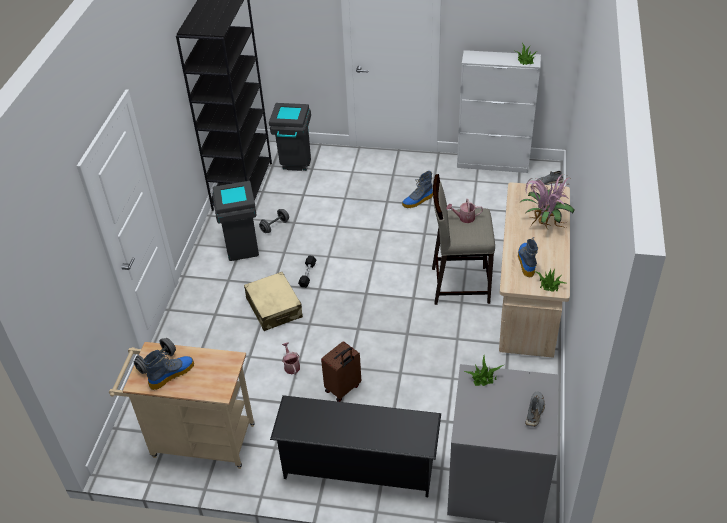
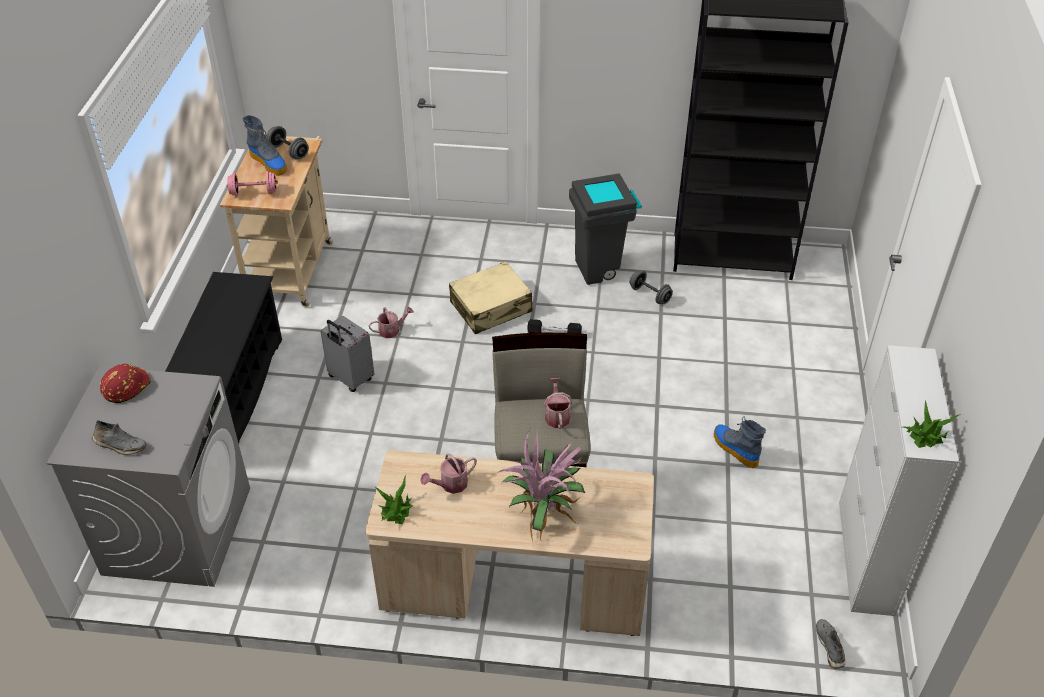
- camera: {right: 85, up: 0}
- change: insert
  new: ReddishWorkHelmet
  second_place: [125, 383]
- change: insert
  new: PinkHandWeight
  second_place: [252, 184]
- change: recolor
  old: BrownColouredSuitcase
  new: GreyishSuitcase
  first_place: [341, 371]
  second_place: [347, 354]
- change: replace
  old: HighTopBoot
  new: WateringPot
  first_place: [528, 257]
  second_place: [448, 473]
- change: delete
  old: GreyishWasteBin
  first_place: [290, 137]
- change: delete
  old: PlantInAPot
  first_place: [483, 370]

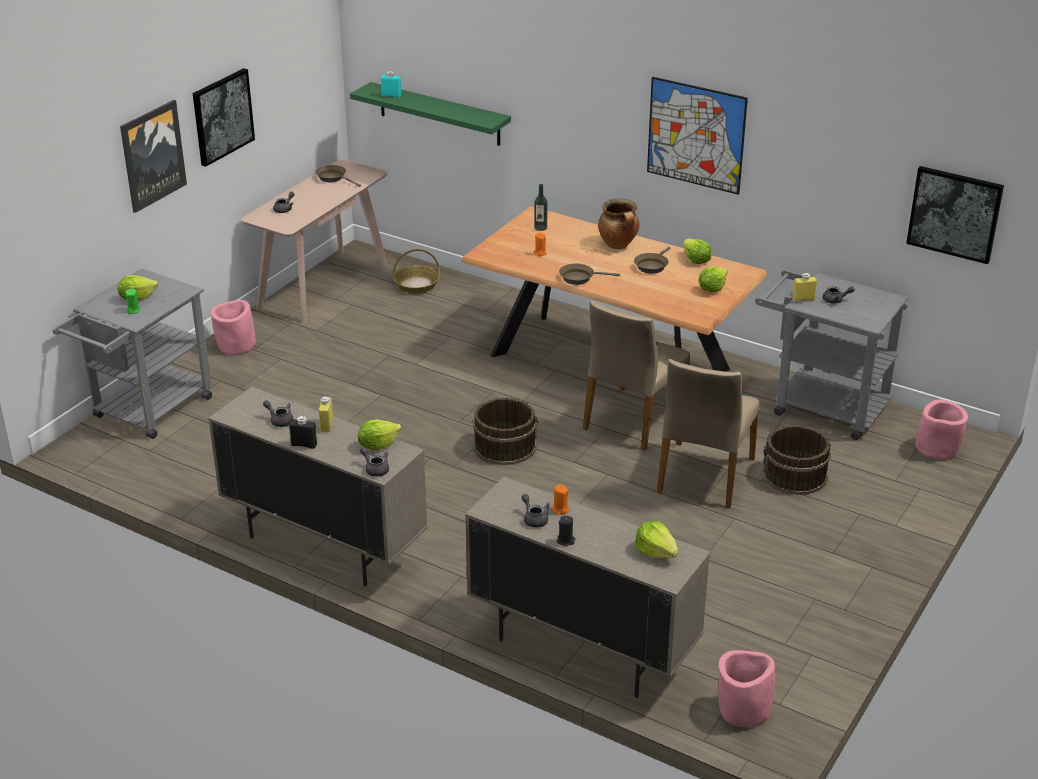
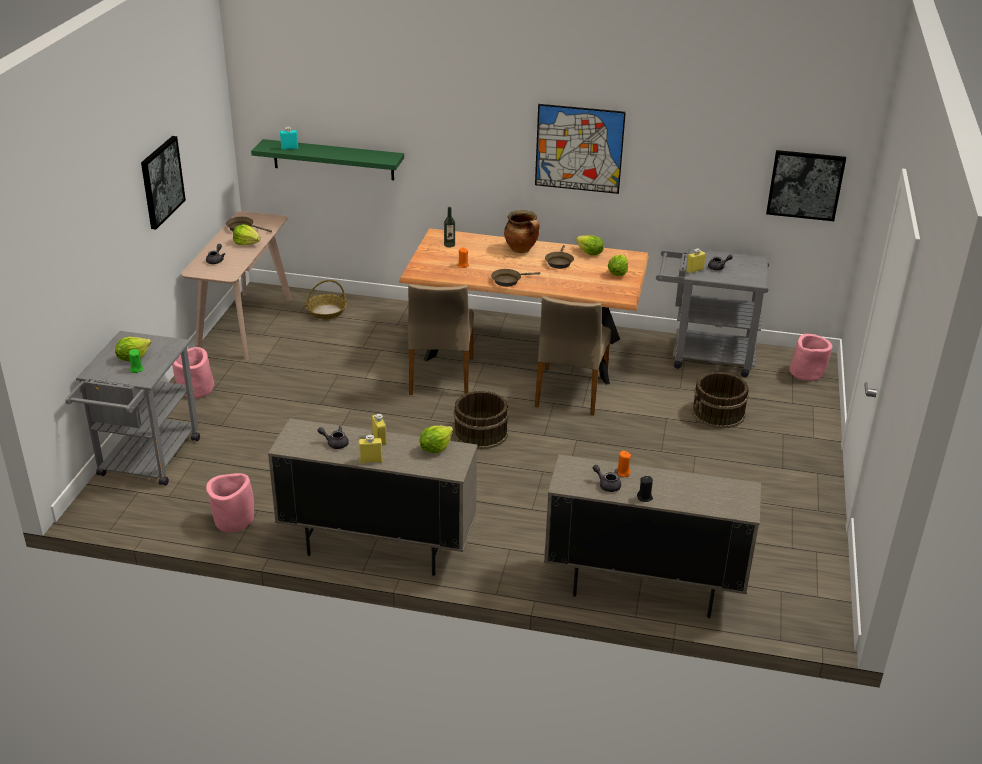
- camera: {right: -20, up: 0}
- change: move
  old: PinkPlantPot
  first_place: [746, 688]
  second_place: [230, 502]
- change: move
  old: Lettuce
  first_place: [657, 539]
  second_place: [247, 234]
- change: recolor
  old: BlackDrinkBottle
  new: YellowDrinkBottle
  first_place: [303, 432]
  second_place: [371, 448]
- change: move
  old: BeigeColouredChair
  first_place: [708, 434]
  second_place: [441, 339]
- change: delete
  old: WallArt
  first_place: [153, 156]
- change: delete
  old: GreyishPotForTea
  first_place: [374, 462]

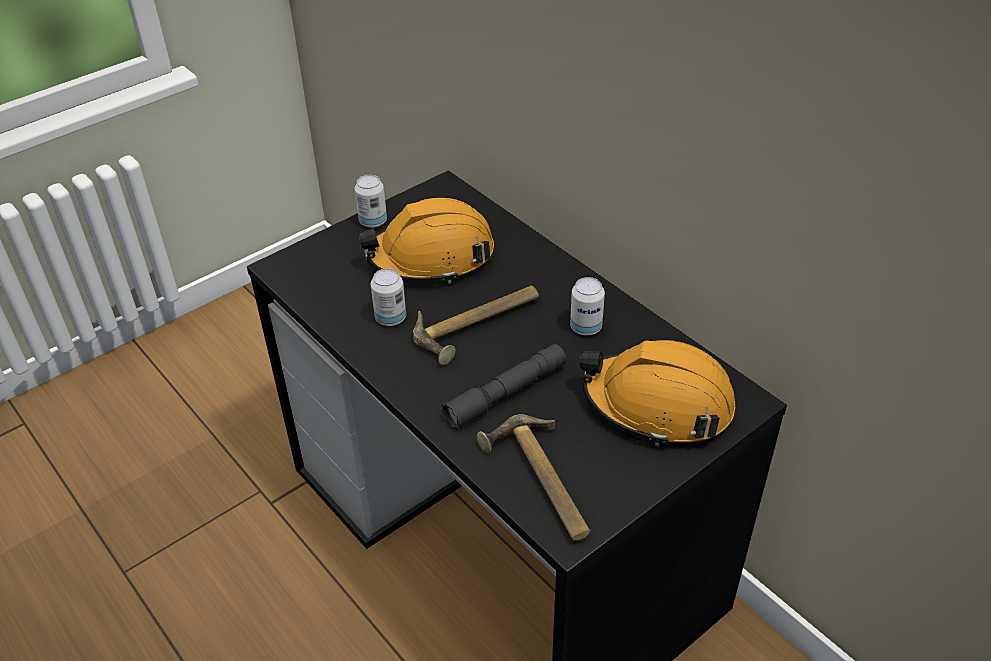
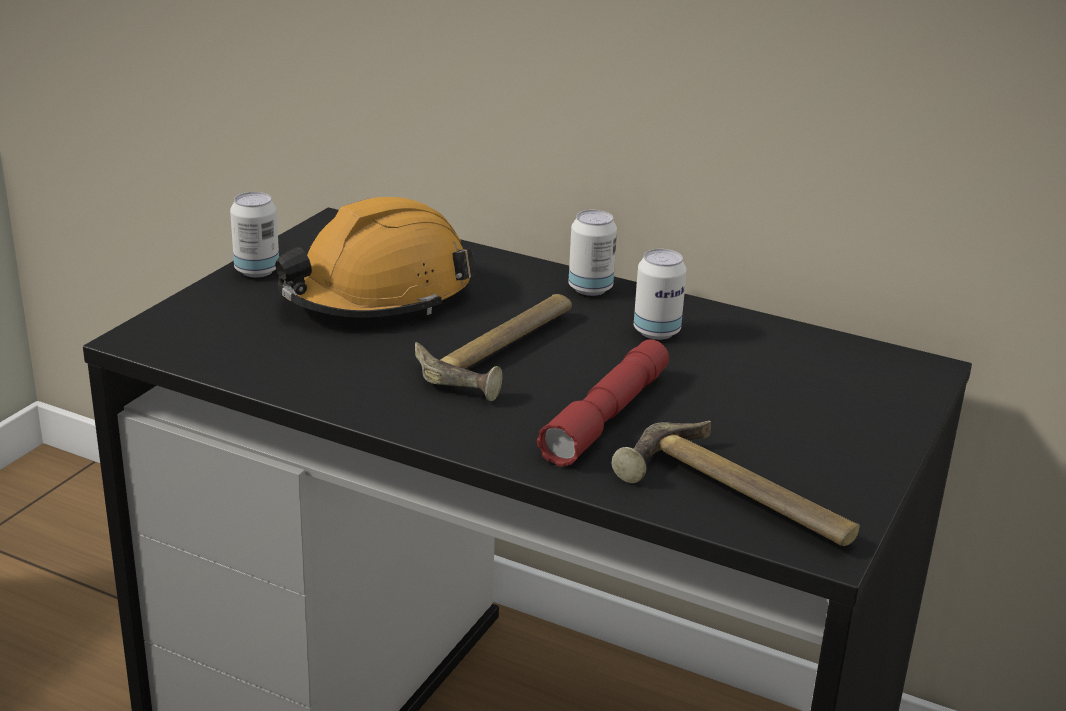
- camera: {right: -25, up: -15}
- change: recolor
  old: GreyishTorch
  new: ReddishTorch
  first_place: [503, 387]
  second_place: [603, 403]
- change: move
  old: MetalCan
  first_place: [388, 297]
  second_place: [592, 253]
- change: delete
  old: OrangeColouredWorkHelmet
  first_place: [657, 393]

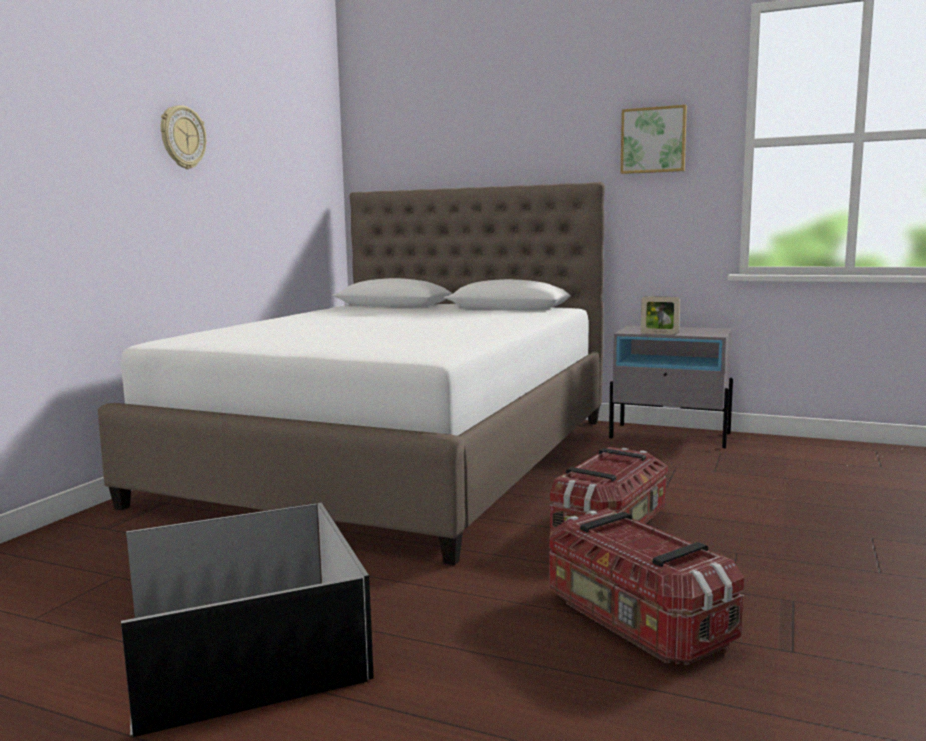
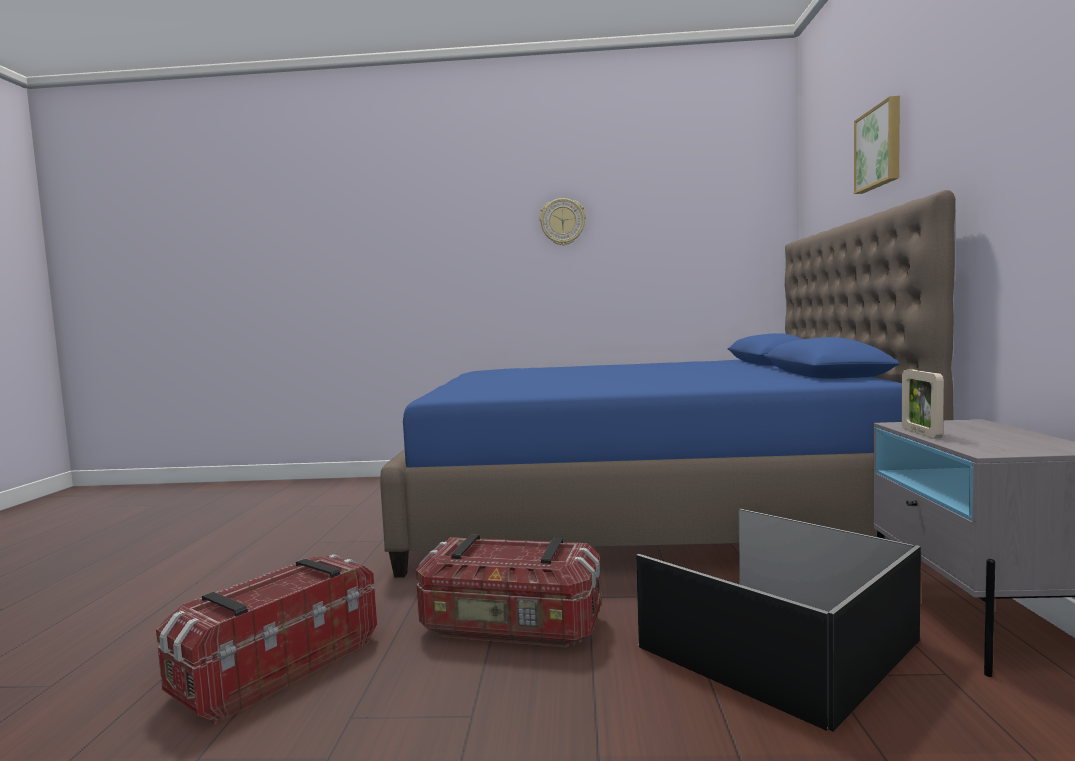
- camera: {right: 70, up: -5}
- change: recolor
  old: WhiteBedroomBed
  new: BlueColouredBedroomBed
  first_place: [351, 373]
  second_place: [667, 383]
- change: move
  old: BlackStorageBox
  first_place: [247, 620]
  second_place: [778, 620]
- change: move
  old: WallArt
  first_place: [654, 139]
  second_place: [877, 145]

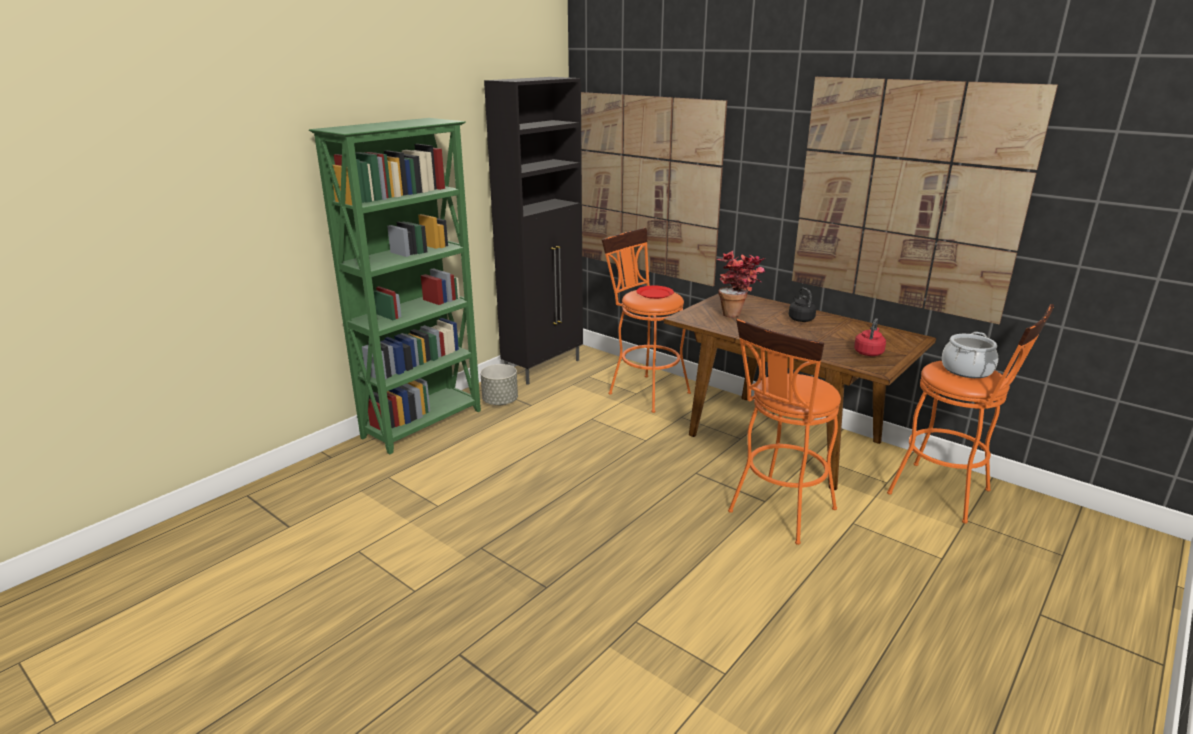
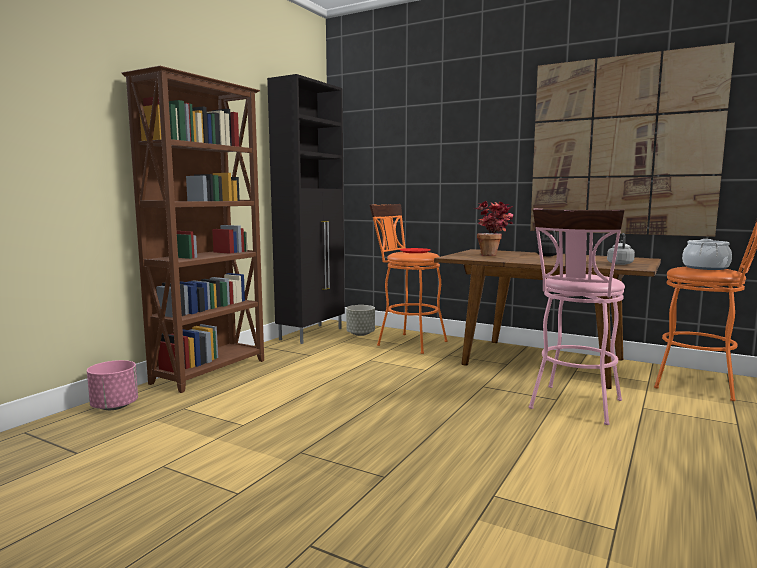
- camera: {right: -10, up: -15}
- change: insert
  new: PinkPlantPot
  second_place: [112, 385]
- change: recolor
  old: GreenishBookshelf
  new: BrownColouredBookshelf
  first_place: [395, 286]
  second_place: [193, 229]
- change: move
  old: GreyishPlantPot
  first_place: [499, 384]
  second_place: [360, 320]
- change: recolor
  old: OrangeColouredSittingStool
  new: PinkSittingStool
  first_place: [784, 432]
  second_place: [577, 316]
- change: recolor
  old: ReddishWaterKettle
  new: GreyishWaterKettle
  first_place: [870, 337]
  second_place: [621, 249]
- change: delete
  old: WallArt
  first_place: [654, 189]

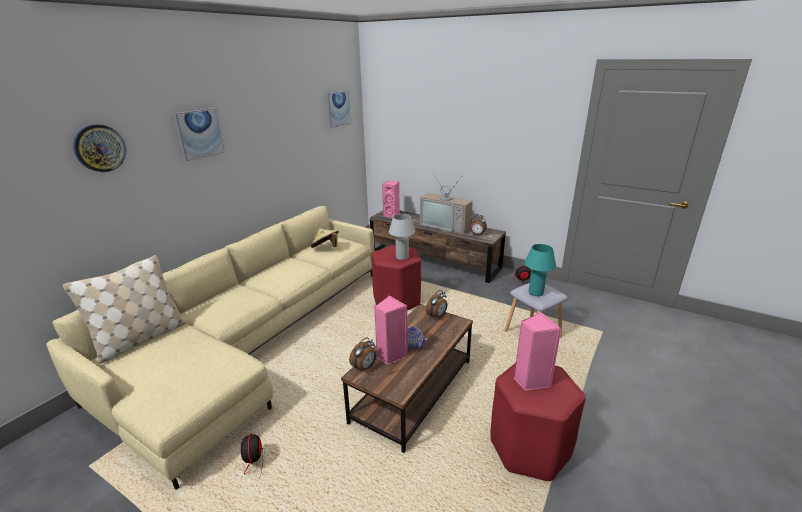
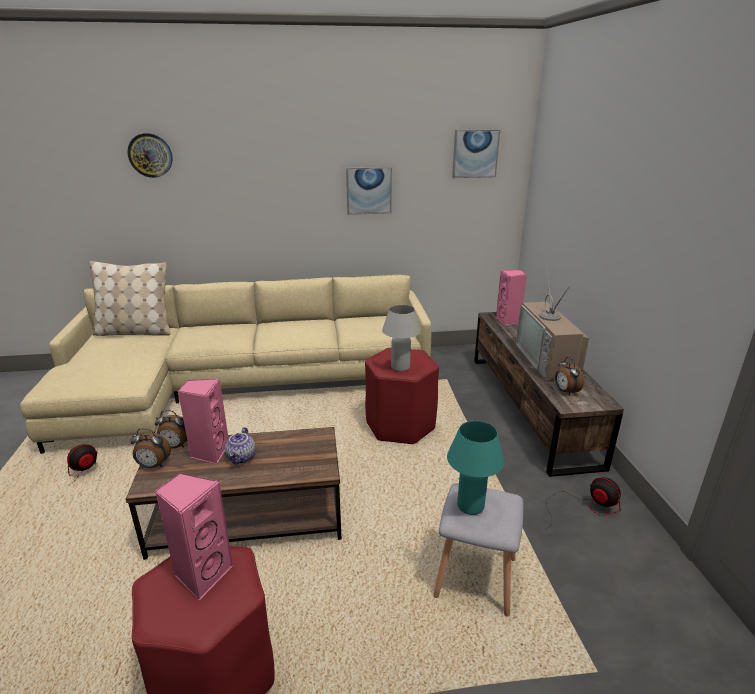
- camera: {right: 50, up: 0}
- change: move
  old: AlarmClock
  first_place: [436, 304]
  second_place: [151, 448]
- change: move
  old: WallArt
  first_place: [199, 134]
  second_place: [369, 191]
- change: delete
  old: BeigeColouredWearableHat
  first_place: [325, 238]

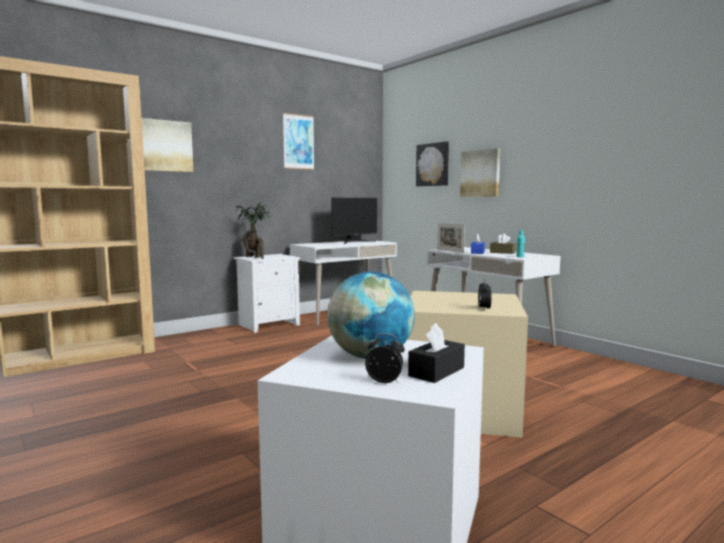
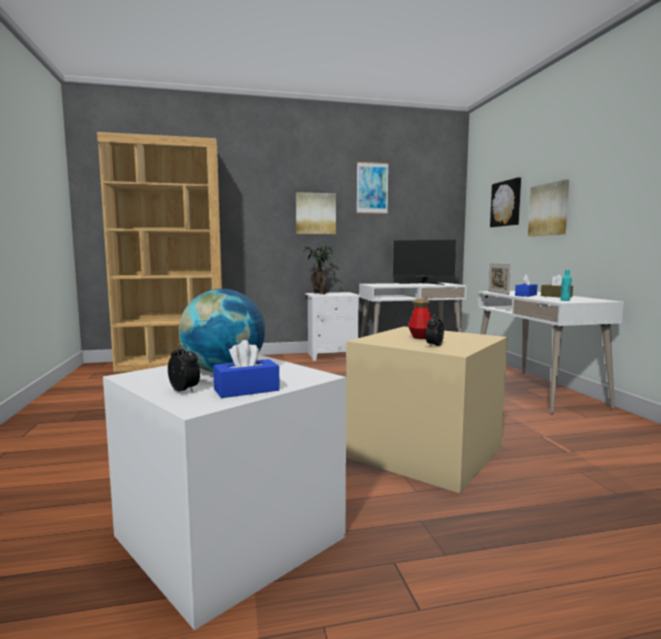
- camera: {right: 25, up: 0}
- change: recolor
  old: BlackTissueBox
  new: BlueColouredTissueBox
  first_place: [436, 353]
  second_place: [246, 369]
- change: move
  old: WallArt
  first_place: [167, 145]
  second_place: [316, 213]
- change: rotate
  old: ComputerScreen
  first_place: [354, 221]
  second_place: [424, 262]
  degrees: 45
- change: insert
  new: DrinkBottle
  second_place: [420, 318]

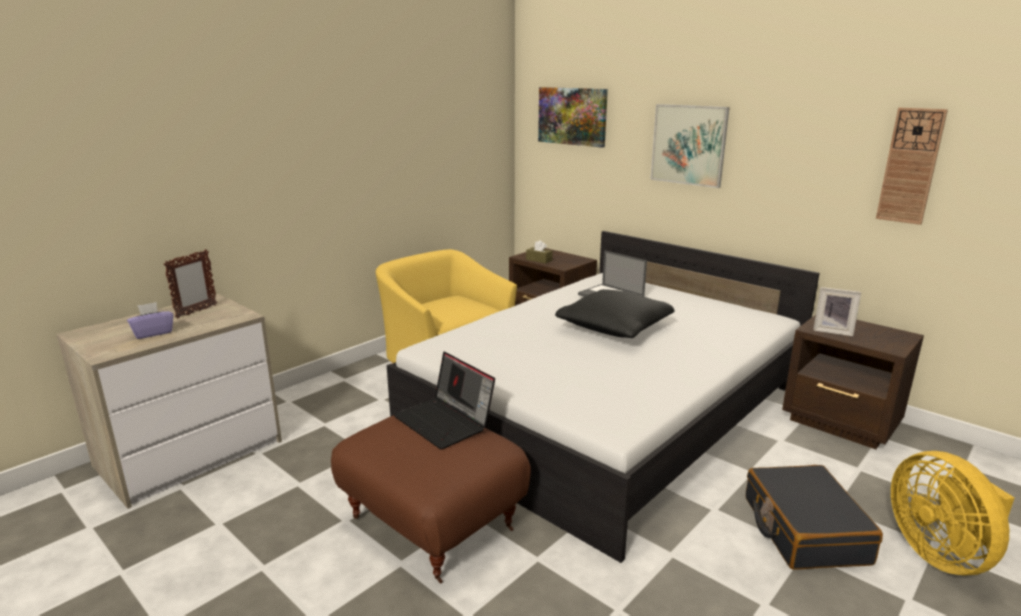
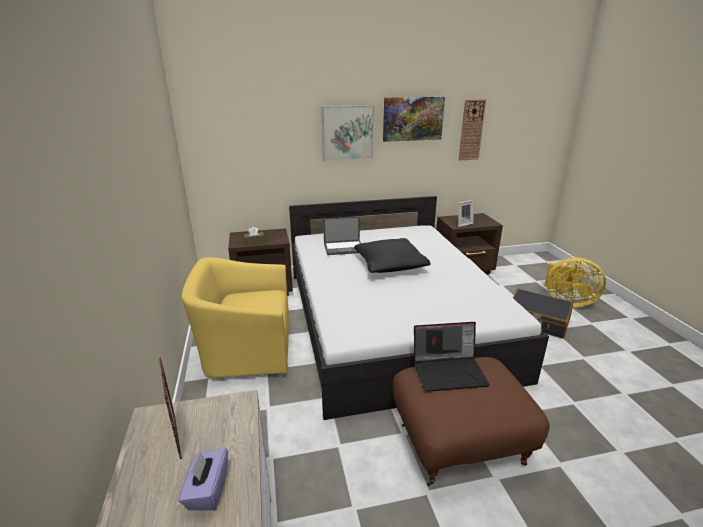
- camera: {right: -55, up: 5}
- change: move
  old: WallArt
  first_place: [573, 117]
  second_place: [414, 119]

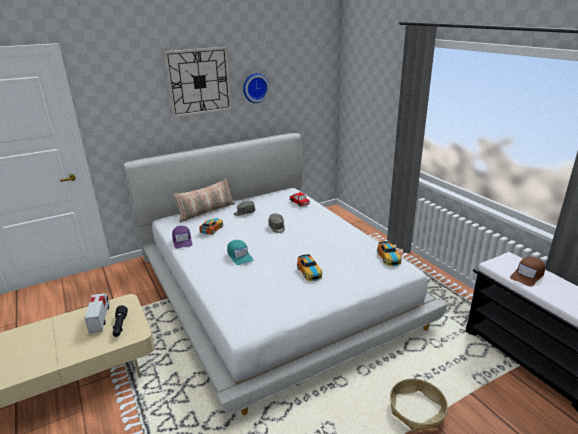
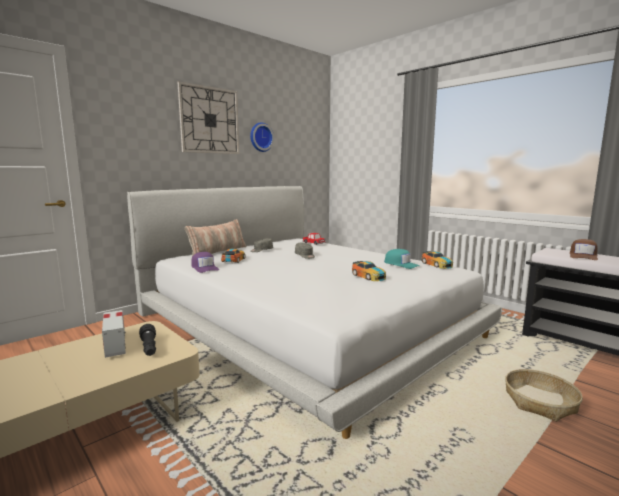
- camera: {right: -15, up: -15}
- change: move
  old: TurquoiseBaseballCap
  first_place: [240, 252]
  second_place: [402, 259]

